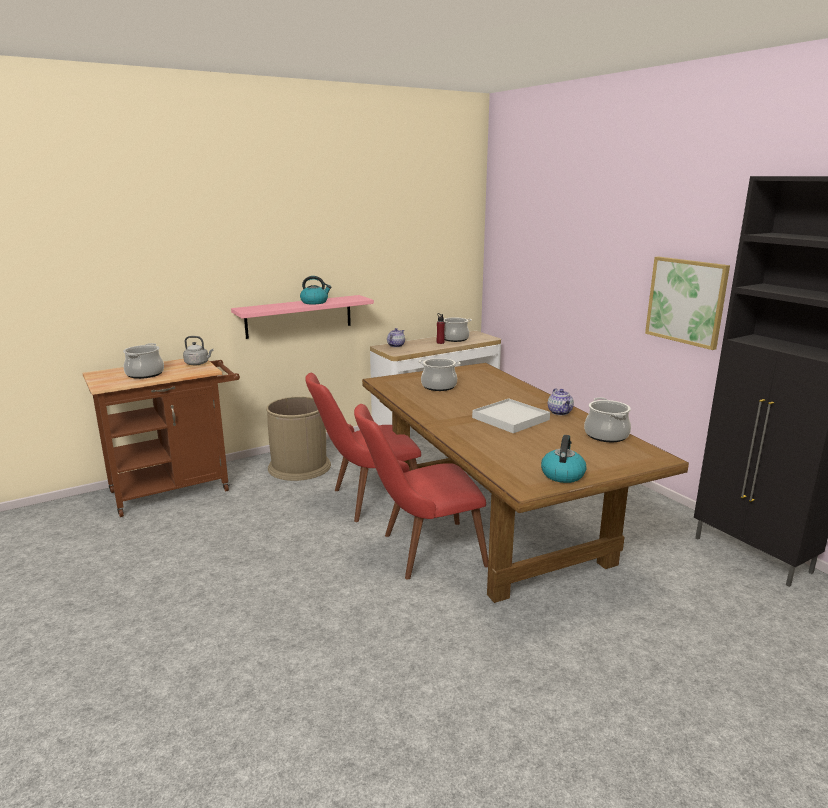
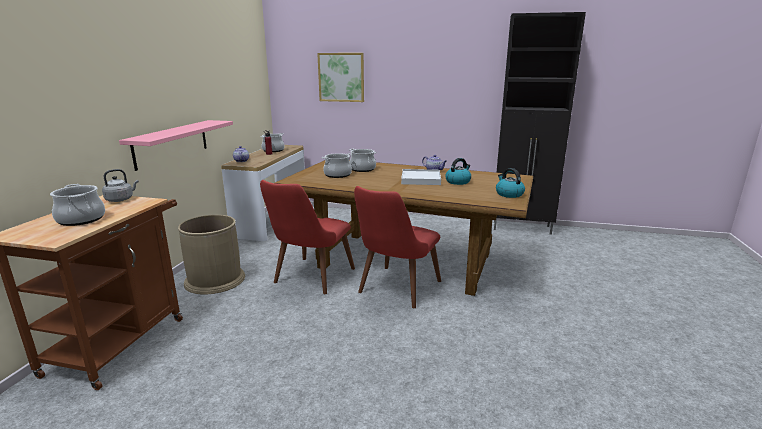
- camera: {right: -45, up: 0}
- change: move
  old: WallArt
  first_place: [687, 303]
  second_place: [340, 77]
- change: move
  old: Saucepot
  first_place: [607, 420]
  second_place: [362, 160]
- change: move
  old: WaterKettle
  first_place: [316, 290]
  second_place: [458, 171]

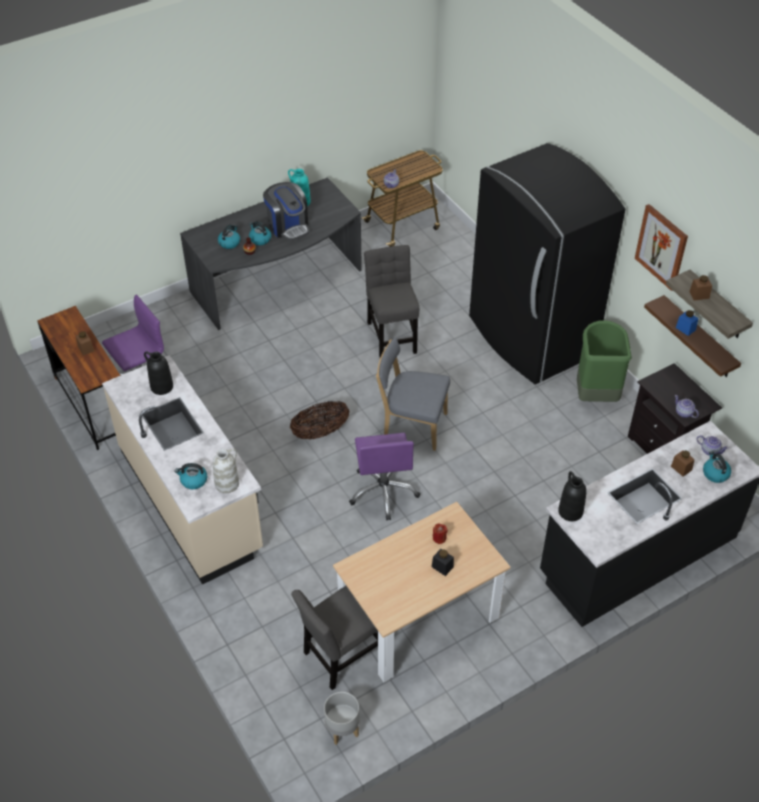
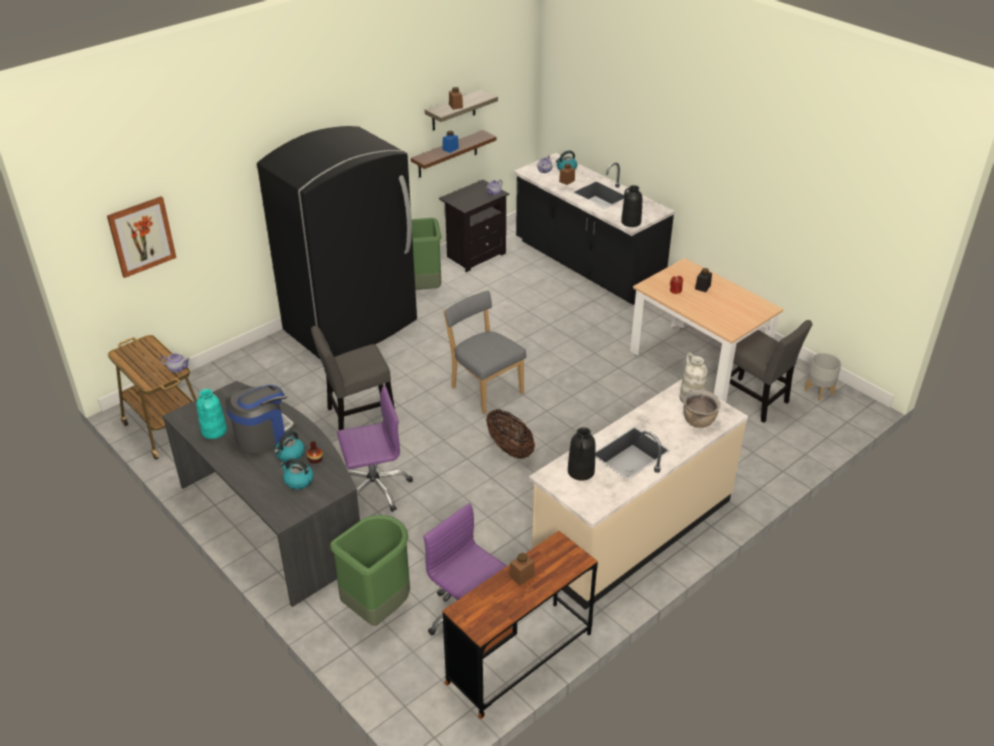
- camera: {right: -100, up: -10}
- change: move
  old: WallArt
  first_place: [661, 247]
  second_place: [142, 237]
- change: insert
  new: GreenishWasteBin
  second_place: [370, 570]
- change: move
  old: PurpleColouredComputerChair
  first_place: [384, 476]
  second_place: [375, 449]
- change: rotate
  old: GreyishChair
  first_place: [413, 394]
  second_place: [484, 352]
  degrees: 135
- change: replace
  old: WaterKettle
  new: BrownColouredSaucepot
  first_place: [190, 476]
  second_place: [702, 409]

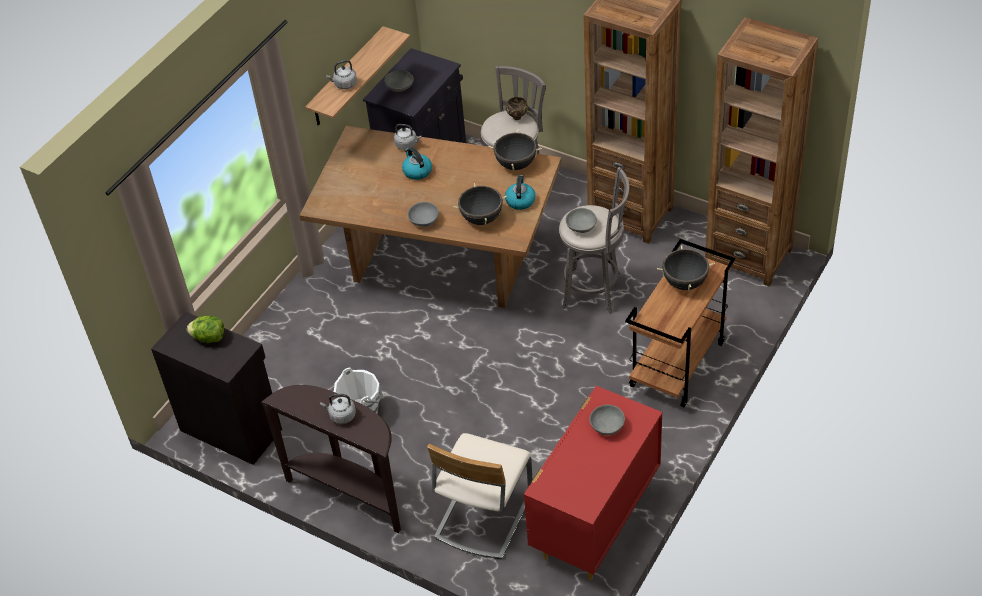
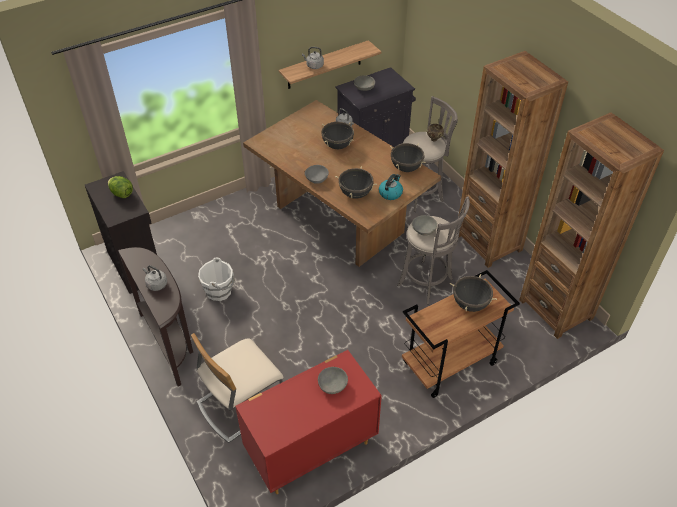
- camera: {right: 25, up: 0}
- change: replace
  old: WaterKettle
  new: BlackSaucepot
  first_place: [417, 164]
  second_place: [337, 135]

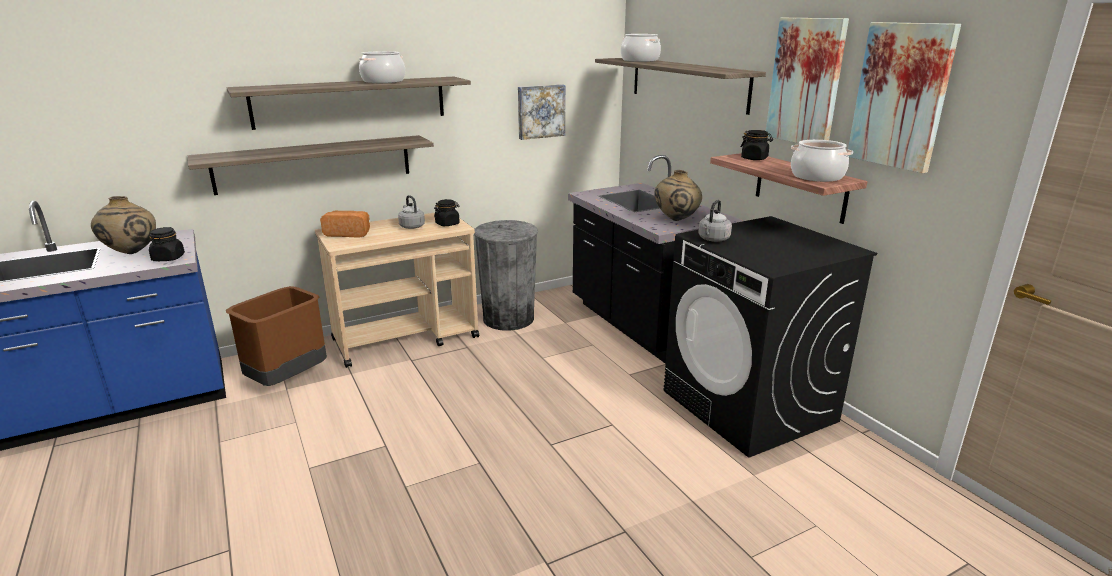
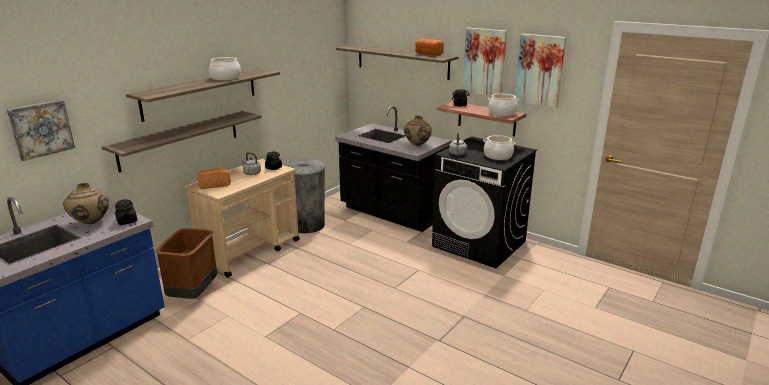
- camera: {right: -25, up: 0}
- change: move
  old: WallArt
  first_place: [541, 112]
  second_place: [41, 130]
- change: insert
  new: BakedBread
  second_place: [429, 47]
- change: move
  old: Saucepot
  first_place: [641, 48]
  second_place: [499, 147]

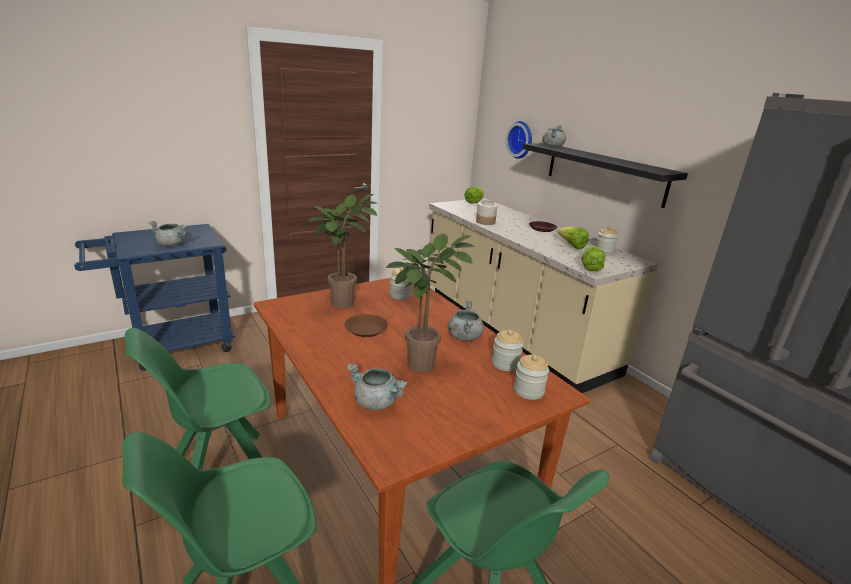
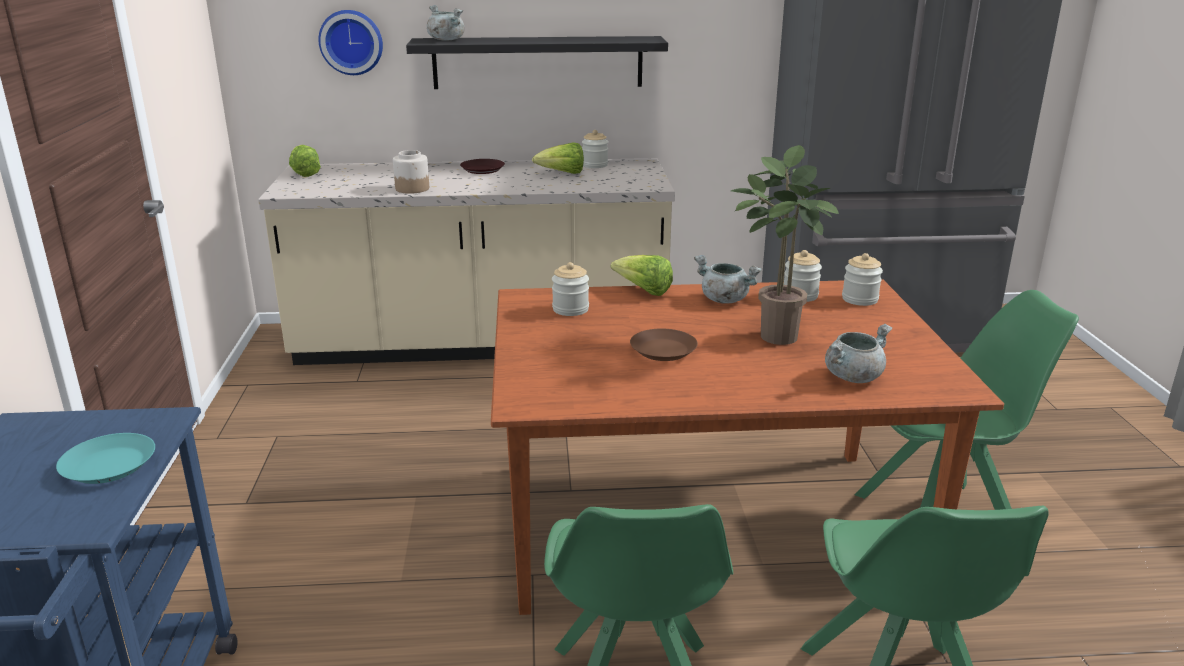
- camera: {right: -60, up: 0}
- change: replace
  old: GreyishSaucepot
  new: TurquoiseDinnerPlate
  first_place: [168, 233]
  second_place: [105, 458]
- change: move
  old: Lettuce
  first_place: [593, 258]
  second_place: [642, 275]
- change: delete
  old: PlantInAPot
  first_place: [343, 251]

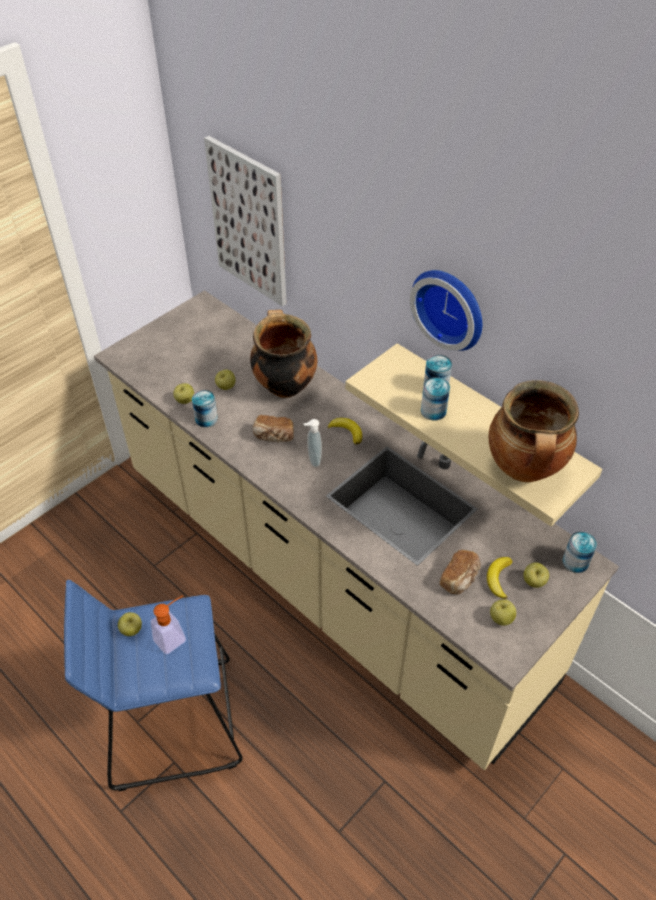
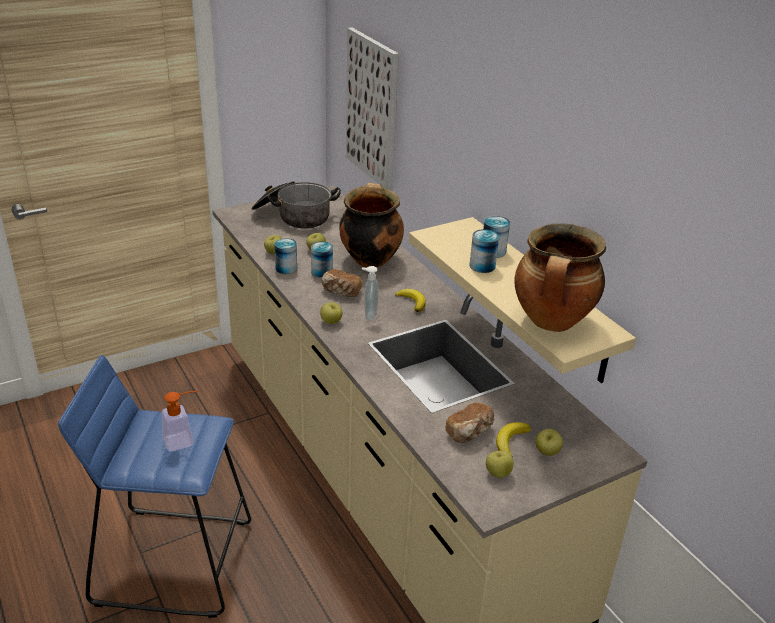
- camera: {right: 15, up: -15}
- change: insert
  new: Saucepot
  second_place: [296, 205]
- change: move
  old: MetalCan
  first_place: [579, 552]
  second_place: [322, 259]
- change: move
  old: Apple
  first_place: [130, 624]
  second_place: [331, 313]
- change: delete
  old: WallClock
  first_place: [446, 310]

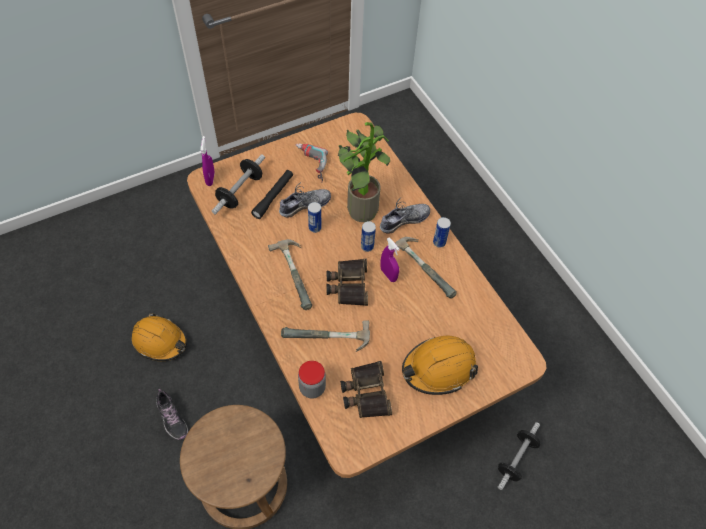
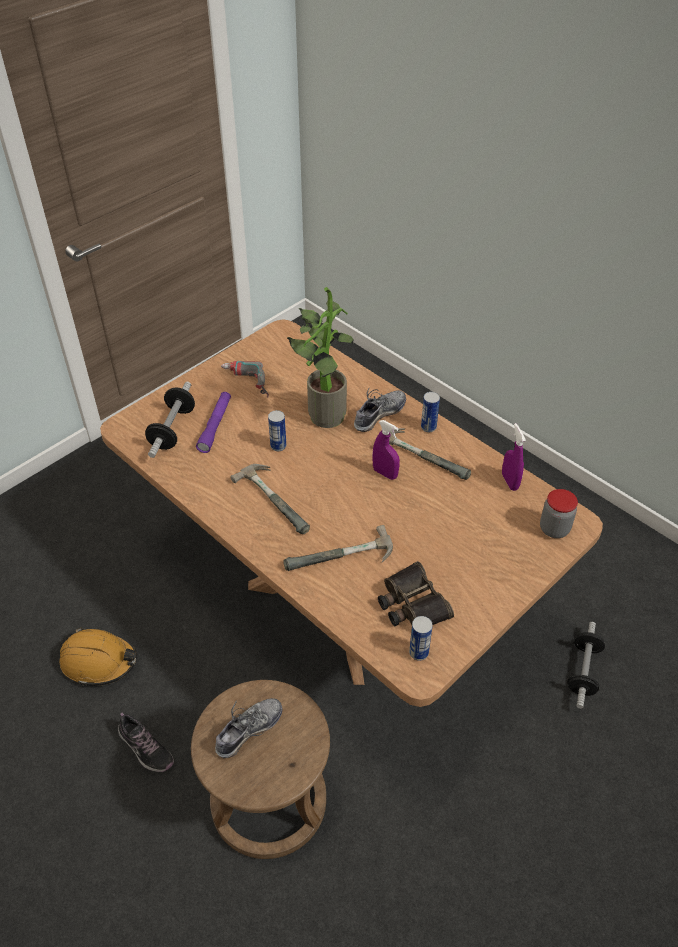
- camera: {right: -15, up: -10}
- change: recolor
  old: BlackTorch
  new: PurpleColouredTorch
  first_place: [272, 194]
  second_place: [213, 422]
- change: move
  old: LowShoe
  first_place: [305, 199]
  second_place: [249, 728]
- change: move
  old: MetalCan
  first_place: [368, 236]
  second_place: [421, 638]
- change: move
  old: PurpleColouredSprayBottle
  first_place: [207, 161]
  second_place: [514, 457]
- change: move
  old: StorageJar
  first_place: [312, 380]
  second_place: [559, 513]
- change: delete
  old: Binoculars
  first_place: [347, 282]
- change: delete
  old: OrangeColouredWorkHelmet
  first_place: [440, 365]

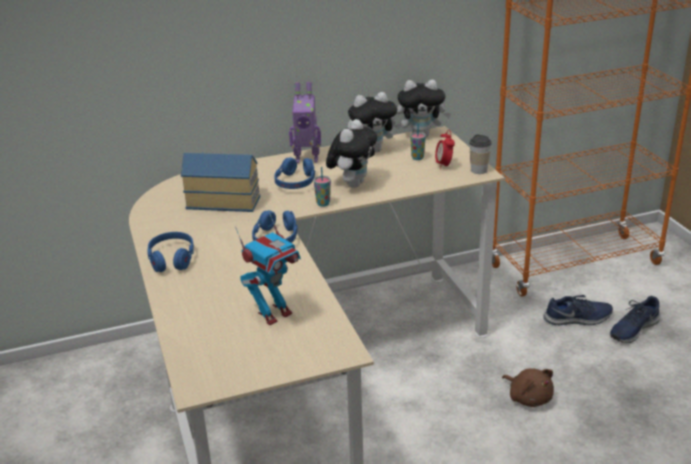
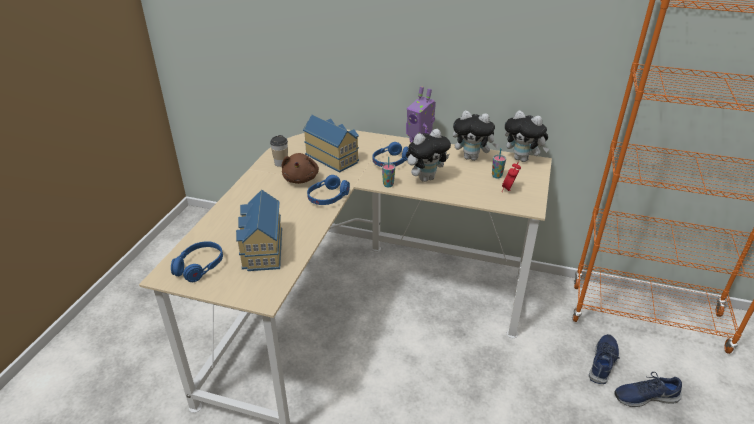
- camera: {right: 35, up: 5}
- change: move
  old: BlueColouredPairOfHeadphones
  first_place: [171, 252]
  second_place: [197, 261]
- change: replace
  old: ModelRobot
  new: MiniatureHouse
  first_place: [268, 268]
  second_place: [259, 230]
- change: move
  old: DrinkingCup
  first_place: [480, 154]
  second_place: [279, 151]
- change: move
  old: BrownColouredSoftToy
  first_place: [528, 387]
  second_place: [300, 168]
- change: rotate
  old: BlueColouredLowShoe
  first_place: [578, 310]
  second_place: [604, 359]
  degrees: -90

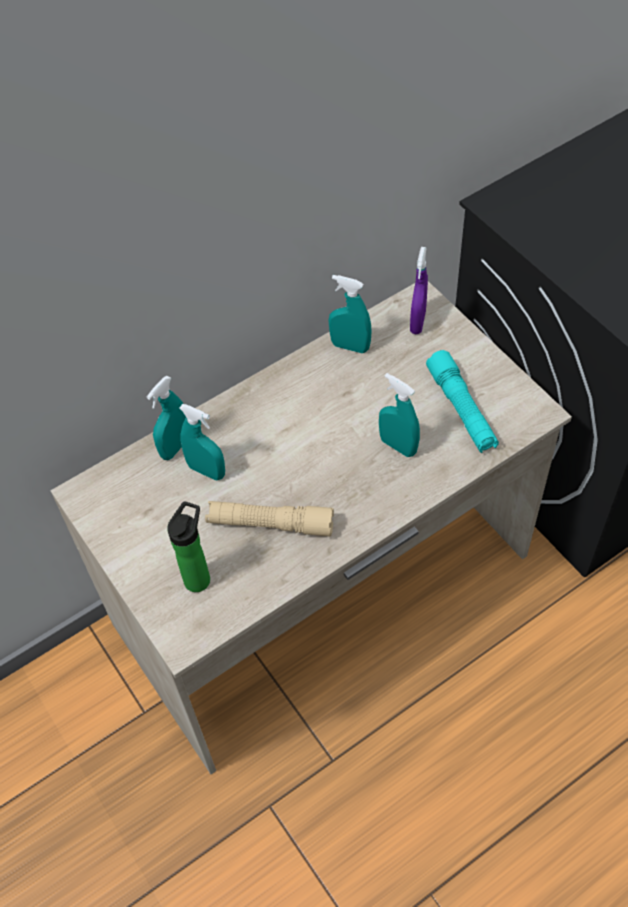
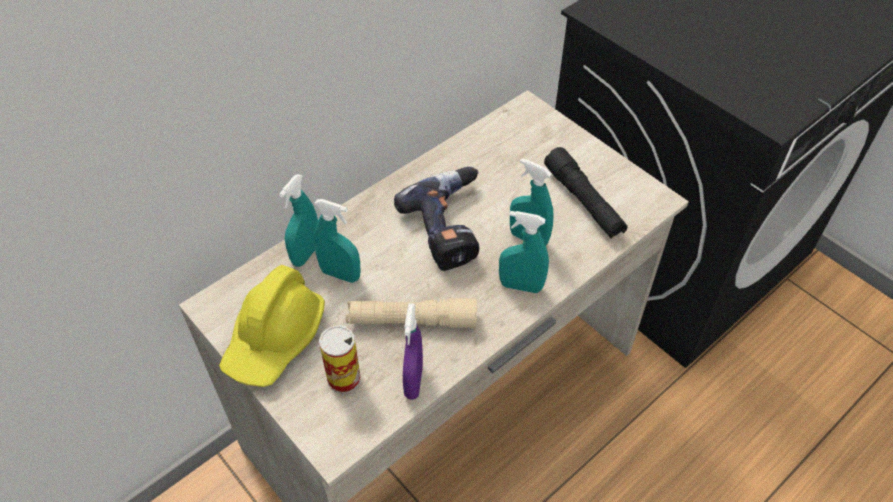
- camera: {right: -10, up: -5}
- change: insert
  new: YellowWorkHelmet
  second_place: [272, 326]
- change: replace
  old: DrinkBottle
  new: MetalCan
  first_place: [188, 546]
  second_place: [340, 359]
- change: insert
  new: Drill
  second_place: [436, 219]
- change: move
  old: PurpleColouredSprayBottle
  first_place: [419, 290]
  second_place: [413, 351]
- change: move
  old: TurquoiseSprayBottle
  first_place: [350, 314]
  second_place: [524, 252]
- change: recolor
  old: TurquoiseTorch
  new: BlackTorch
  first_place: [462, 401]
  second_place: [586, 193]

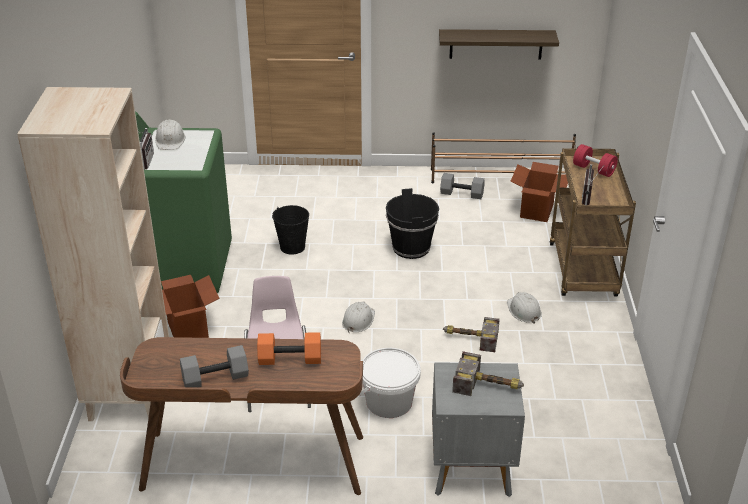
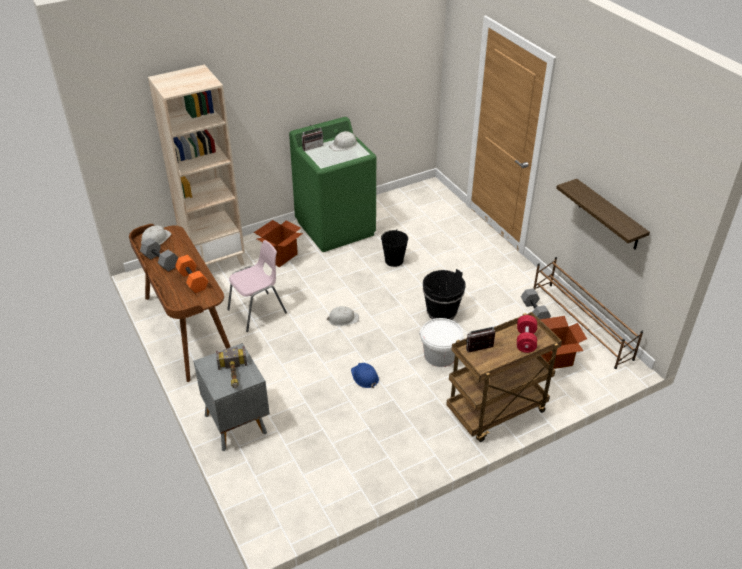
- camera: {right: 60, up: 5}
- change: move
  old: WhiteWorkHelmet
  first_place: [524, 308]
  second_place: [156, 235]
- change: replace
  old: HandHammer
  new: BlueColouredWorkHelmet
  first_place: [471, 334]
  second_place: [365, 375]
- change: move
  old: WhitePail
  first_place: [390, 383]
  second_place: [441, 342]

